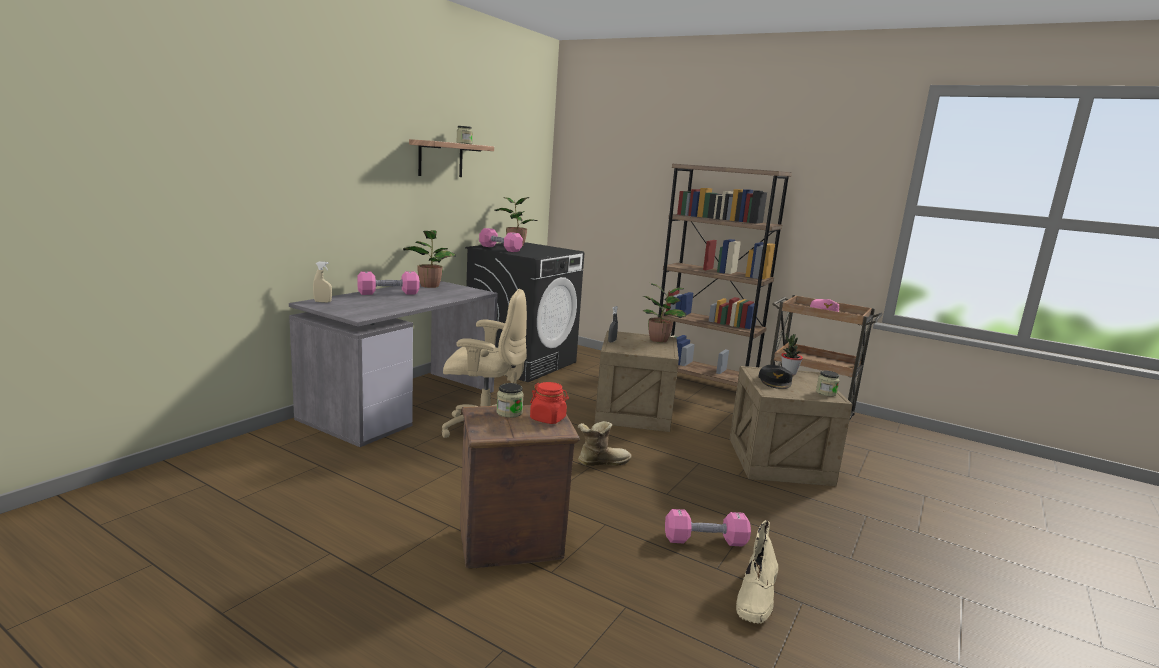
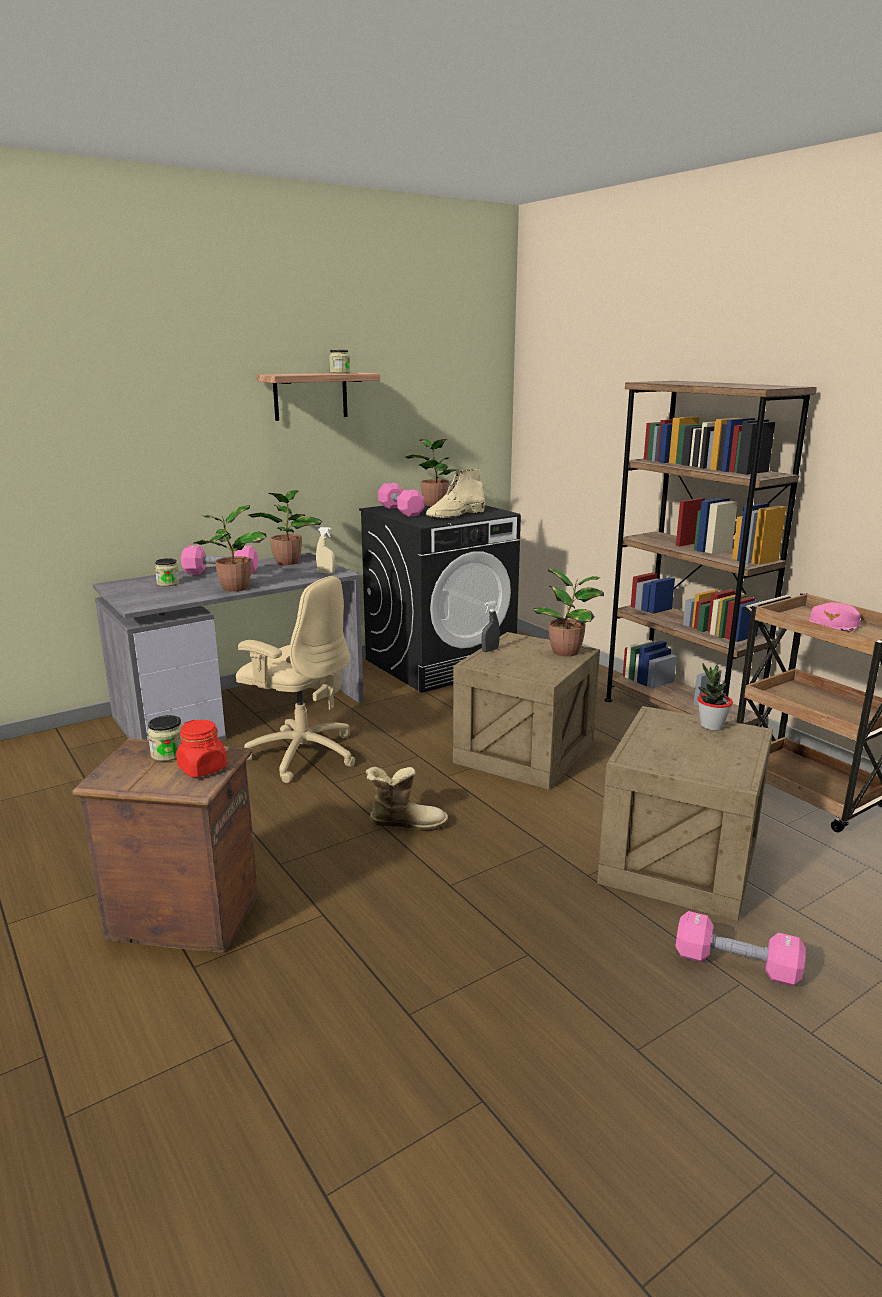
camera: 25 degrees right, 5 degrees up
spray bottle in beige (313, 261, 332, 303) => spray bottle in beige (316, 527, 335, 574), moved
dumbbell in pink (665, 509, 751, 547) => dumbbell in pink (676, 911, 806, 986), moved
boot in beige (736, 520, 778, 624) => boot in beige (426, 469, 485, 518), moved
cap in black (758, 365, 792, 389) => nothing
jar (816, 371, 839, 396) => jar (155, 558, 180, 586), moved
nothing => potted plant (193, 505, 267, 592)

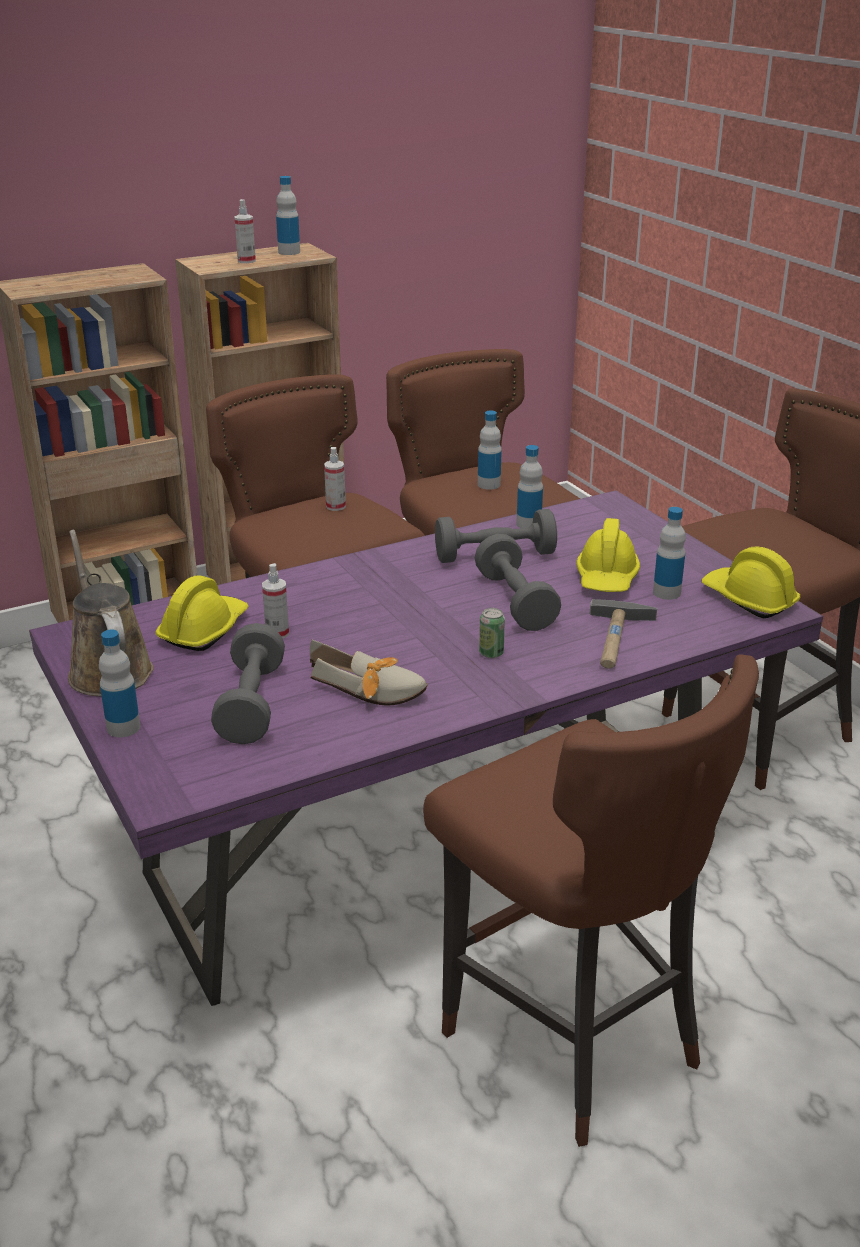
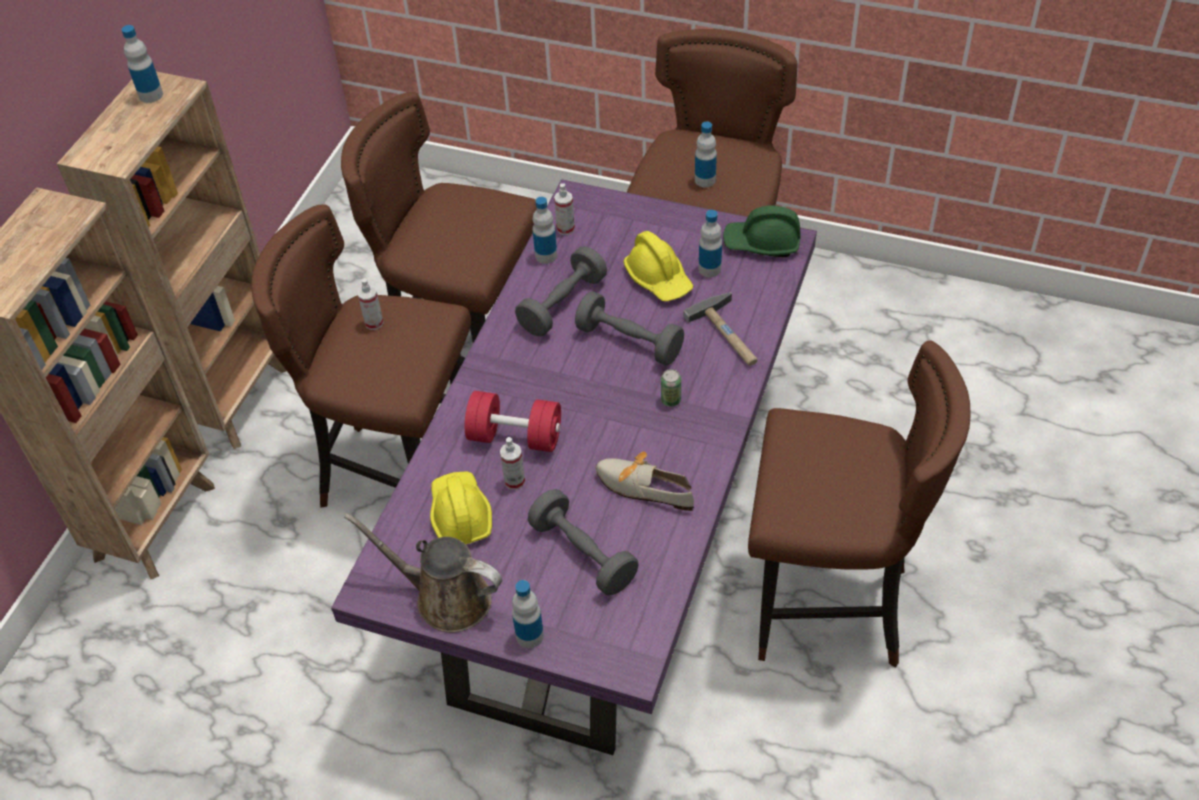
camera: 40 degrees left, 20 degrees up
spray bottle (234, 199, 256, 263) => spray bottle (554, 183, 575, 235), moved
shoe (310, 640, 428, 705) => shoe (595, 451, 694, 511), 135 degrees counterclockwise
bottle (478, 411, 502, 490) => bottle (695, 122, 717, 187), moved
hard hat in yellow (702, 546, 800, 618) => hard hat in green (723, 206, 800, 257)
nothing => dumbbell in red (465, 391, 561, 452)

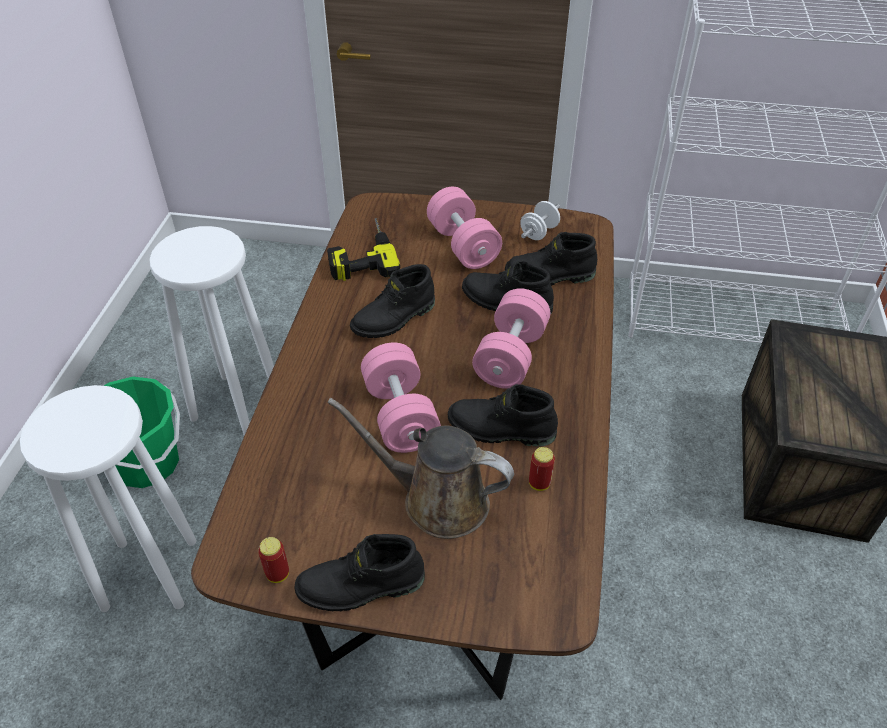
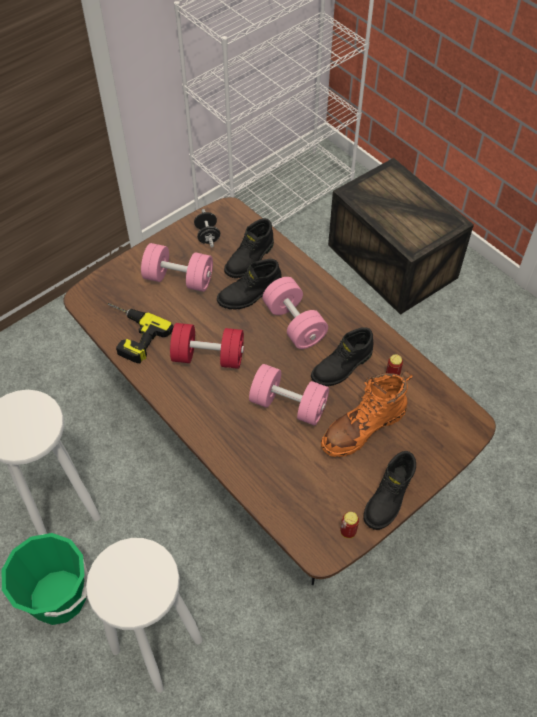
camera: 50 degrees left, 10 degrees up
watering can in brown (327, 398, 514, 539) => boot in orange (321, 371, 413, 457)
boot in black (350, 264, 435, 338) => dumbbell in red (170, 323, 244, 369)
dumbbell in white (520, 201, 560, 240) => dumbbell in black (194, 209, 220, 247)

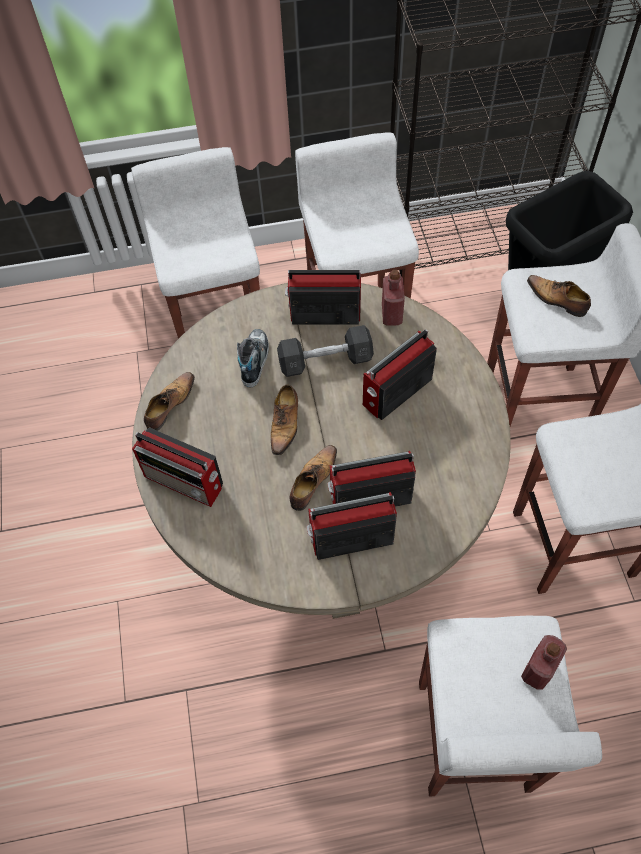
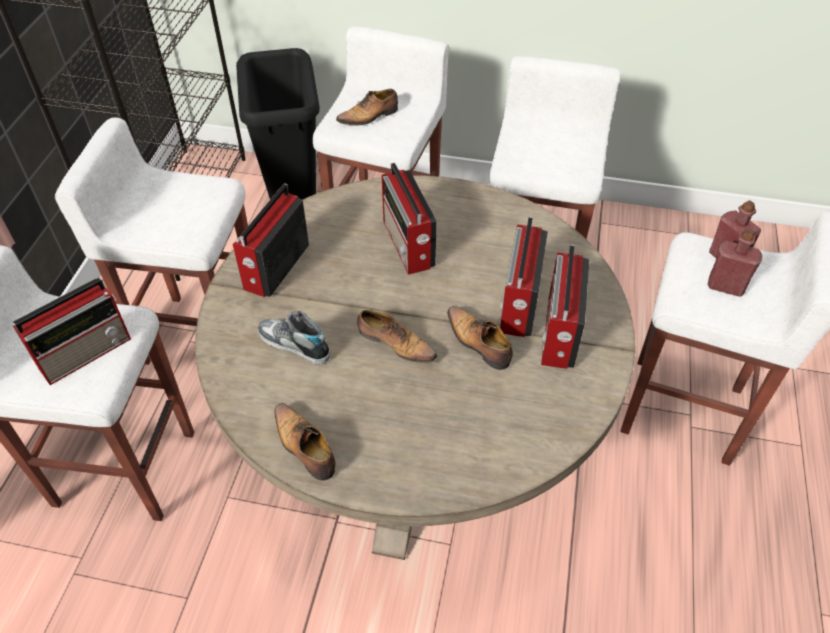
camera: 70 degrees left, 10 degrees down
radio (132, 427, 223, 507) => radio (12, 277, 131, 385), moved
dumbbell in grey (277, 325, 374, 377) => nothing
bottle in red (382, 270, 405, 326) => bottle in red (708, 229, 762, 297), moved

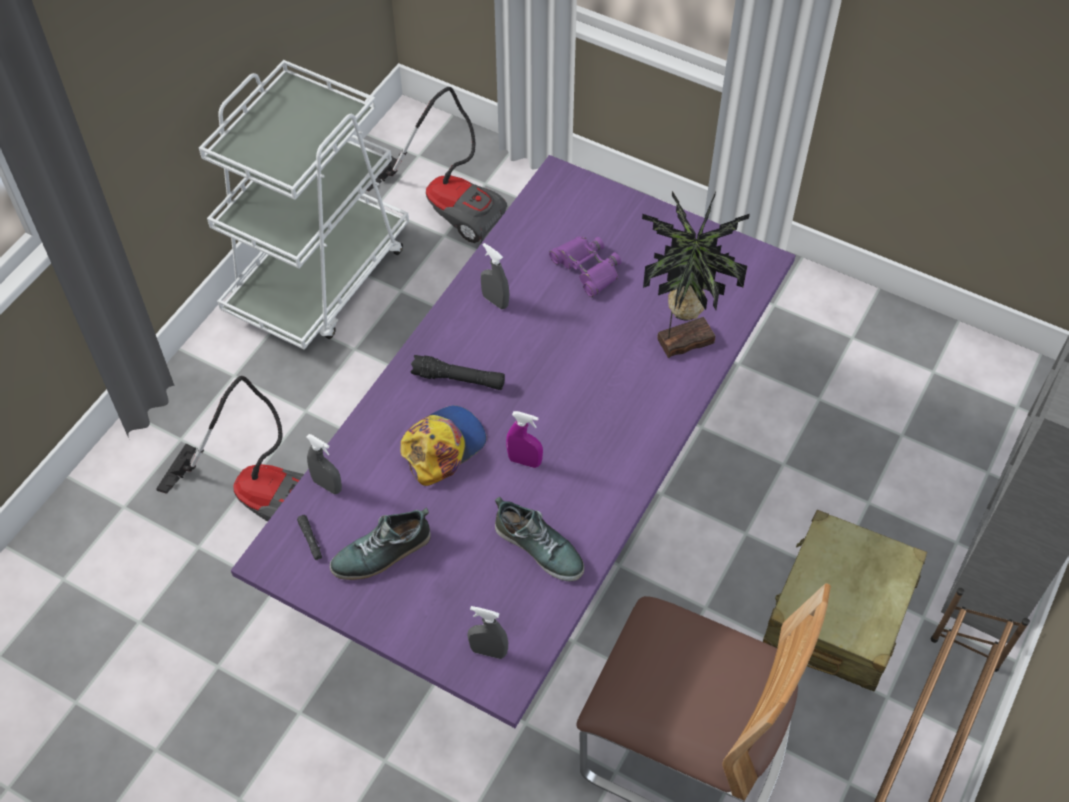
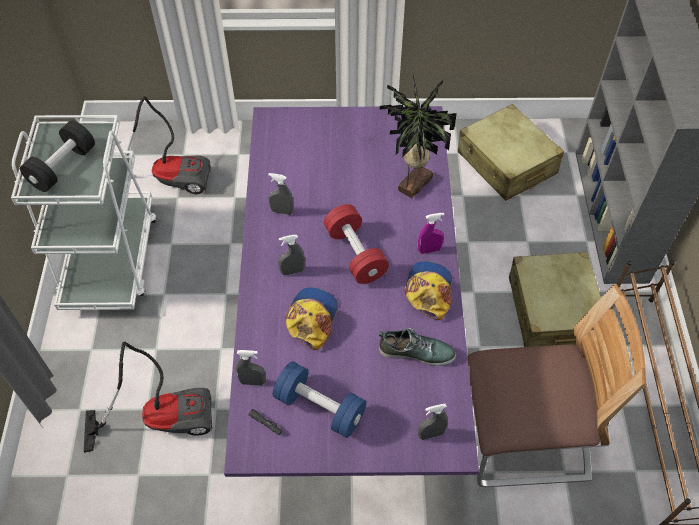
camera: 30 degrees left, 0 degrees up
shoe (330, 508, 431, 580) => dumbbell in blue (273, 361, 367, 438)
flashlight in black (410, 355, 505, 390) => spray bottle in grey (278, 235, 305, 275)
spray bottle in purple (506, 411, 543, 468) => spray bottle in purple (418, 213, 445, 254), moved
binoculars in purple (549, 236, 621, 297) => nothing
nothing => dumbbell in black (20, 120, 95, 192)
nothing => dumbbell in red (324, 204, 389, 284)
nothing => cap (404, 261, 452, 320)
nothing => suitcase in beige (458, 104, 564, 201)

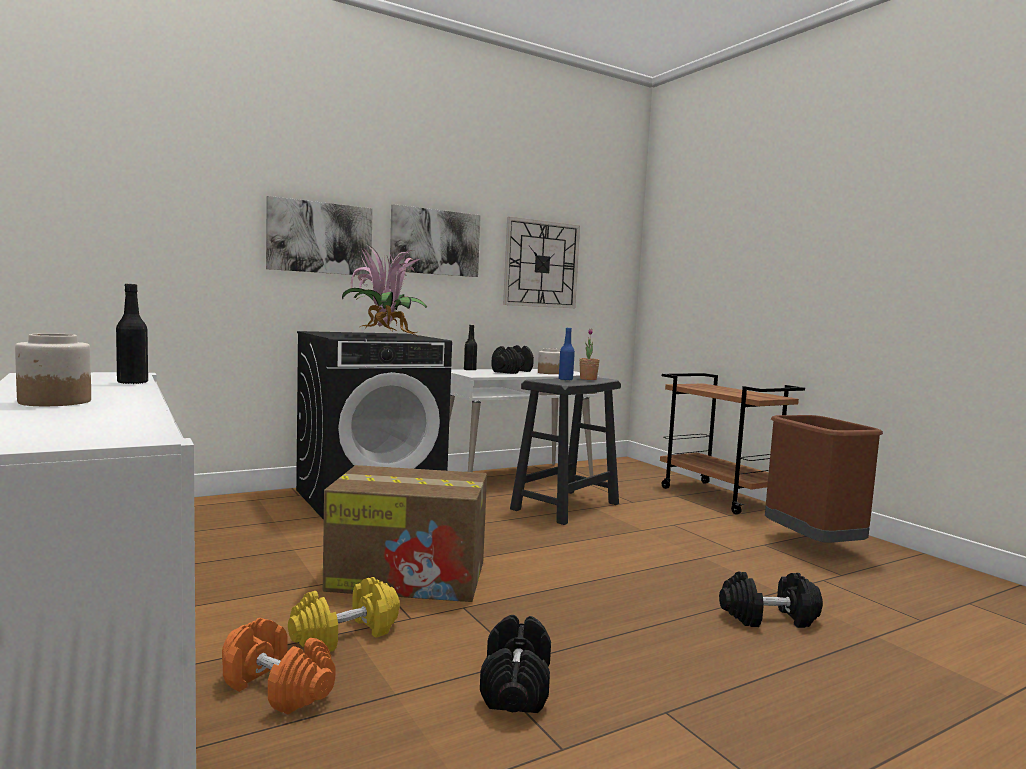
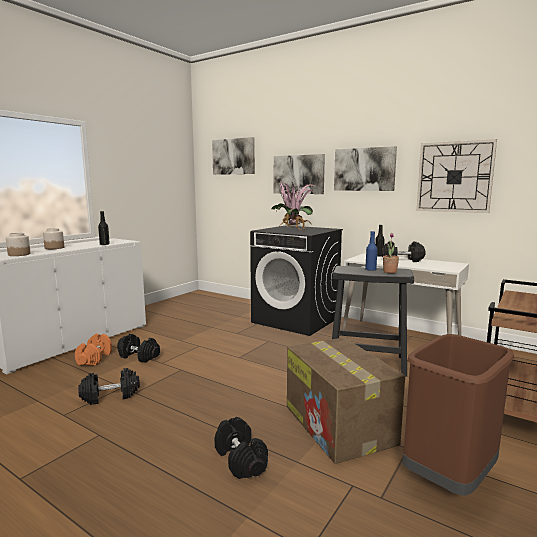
camera: 65 degrees right, 5 degrees up
dumbbell in yellow (288, 577, 400, 652) => dumbbell in black (117, 334, 160, 363)
cardboard box (323, 465, 487, 602) => cardboard box (287, 338, 405, 464), moved
jar (538, 348, 560, 374) => jar (6, 233, 30, 256), moved
nothing => picture (212, 137, 255, 175)

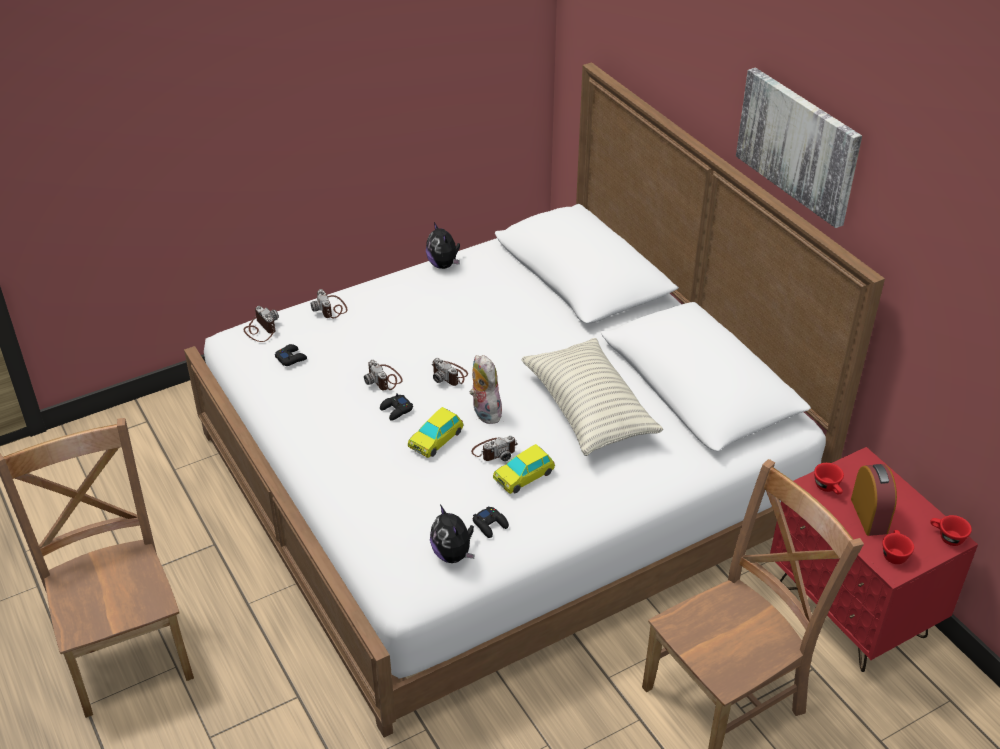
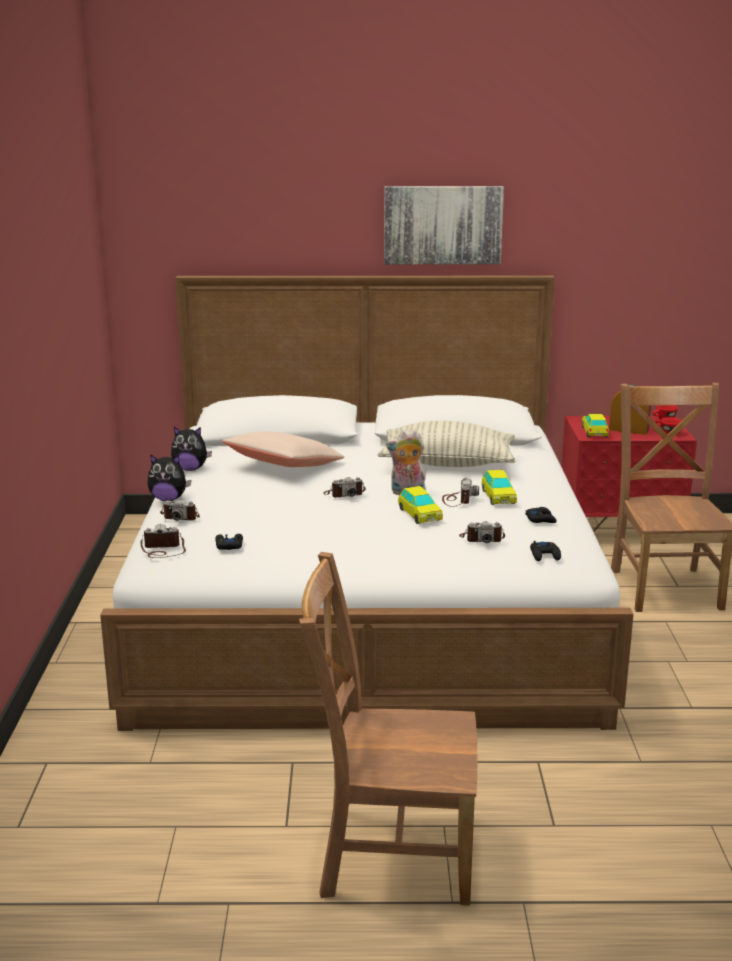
camera: 60 degrees left, 20 degrees down
photo camera (364, 360, 403, 390) => photo camera (459, 521, 505, 543), moved
game controller in black (380, 393, 413, 421) => game controller in black (530, 541, 561, 561), moved
plush toy (430, 505, 474, 563) => plush toy (148, 454, 191, 501), moved
cup in red (814, 463, 844, 494) => toy car (582, 414, 609, 437)
nothing => pillow in beige (222, 432, 344, 467)

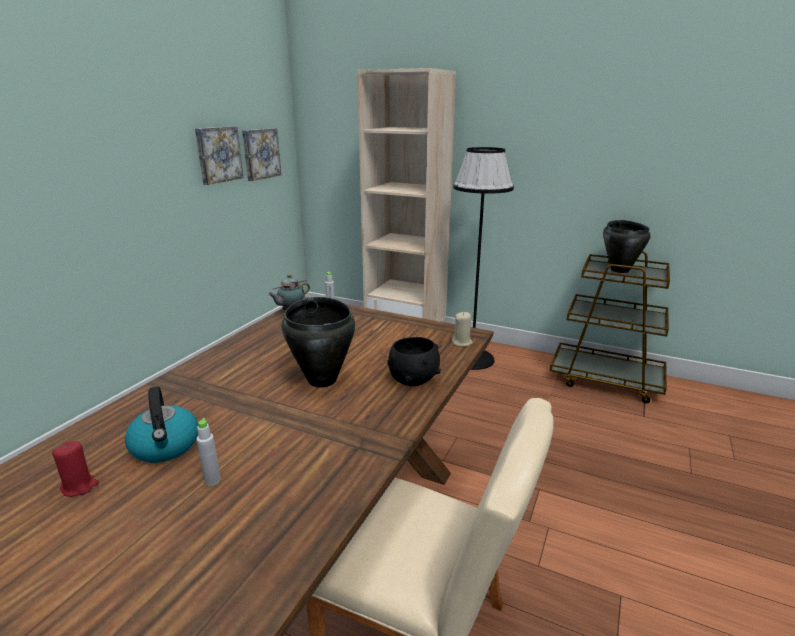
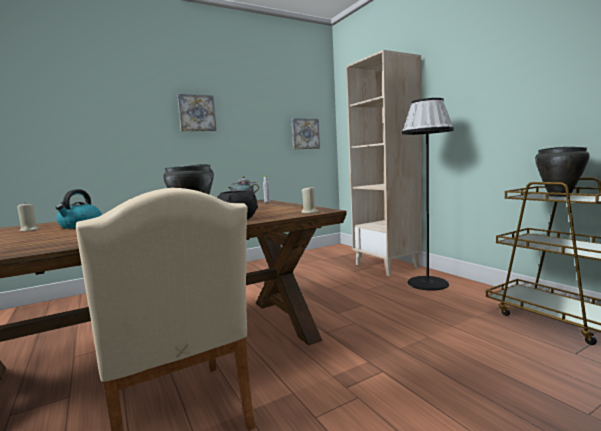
camera: 35 degrees right, 15 degrees down
candle in red (52, 441, 99, 497) => candle in beige (17, 203, 39, 231)
picture (195, 126, 243, 185) => picture (177, 94, 216, 131), moved
bottle in grey (197, 418, 221, 486) => nothing

